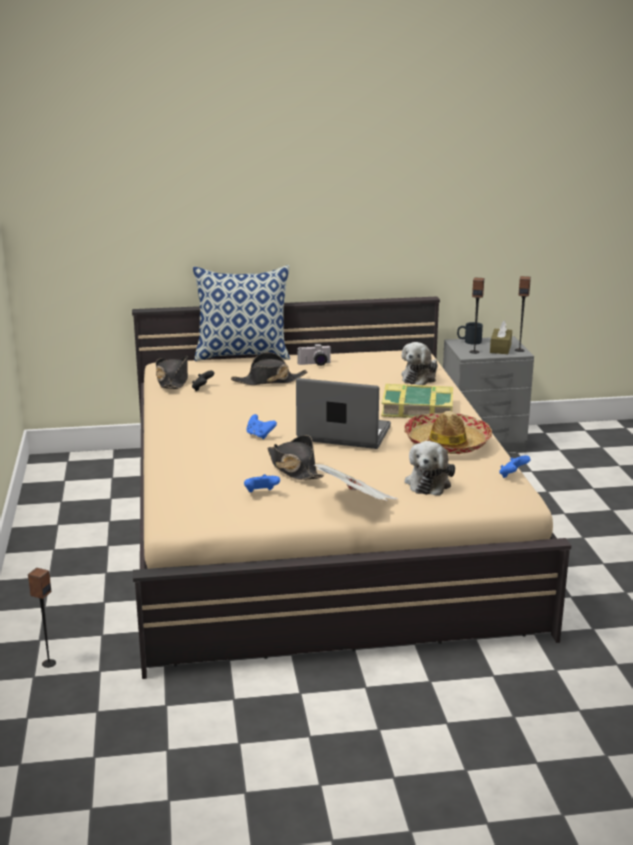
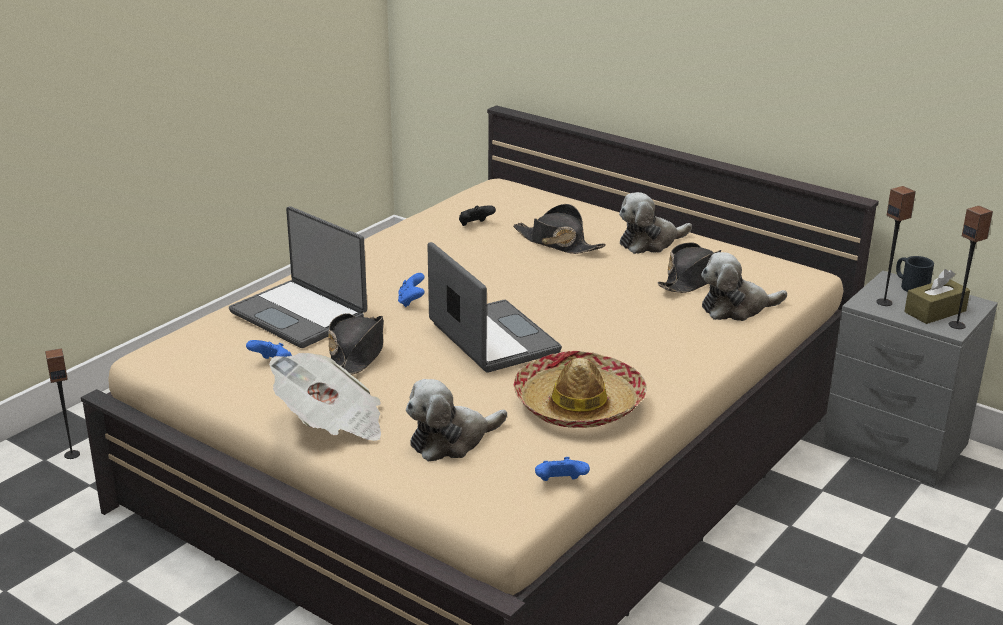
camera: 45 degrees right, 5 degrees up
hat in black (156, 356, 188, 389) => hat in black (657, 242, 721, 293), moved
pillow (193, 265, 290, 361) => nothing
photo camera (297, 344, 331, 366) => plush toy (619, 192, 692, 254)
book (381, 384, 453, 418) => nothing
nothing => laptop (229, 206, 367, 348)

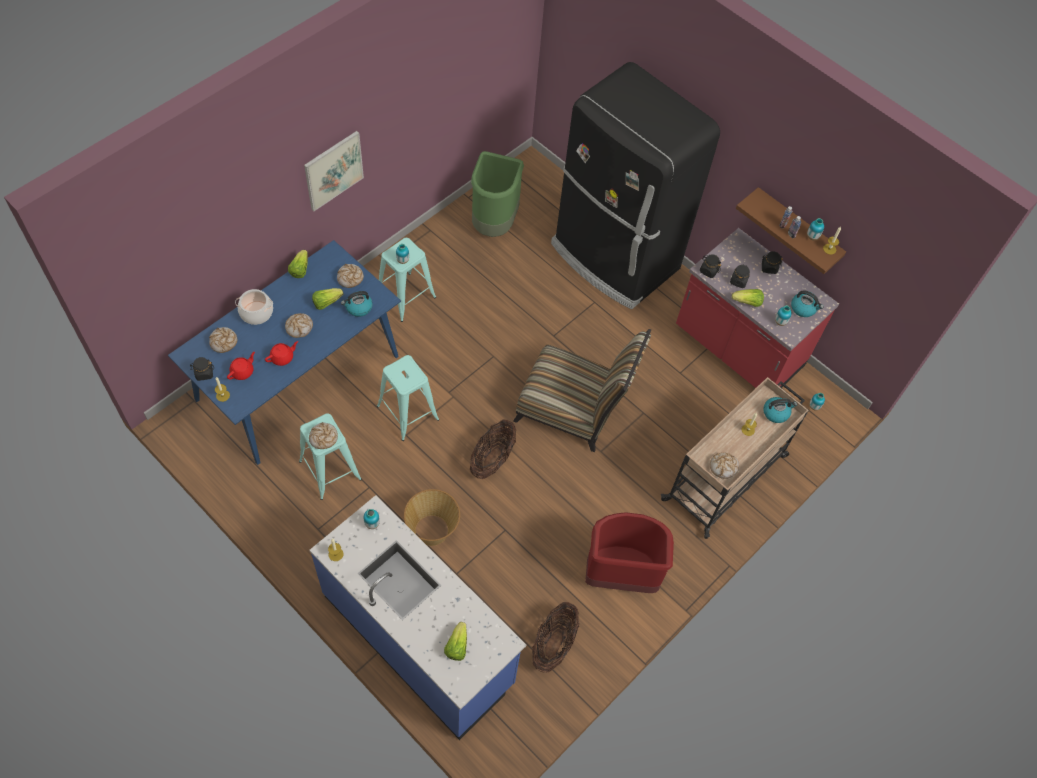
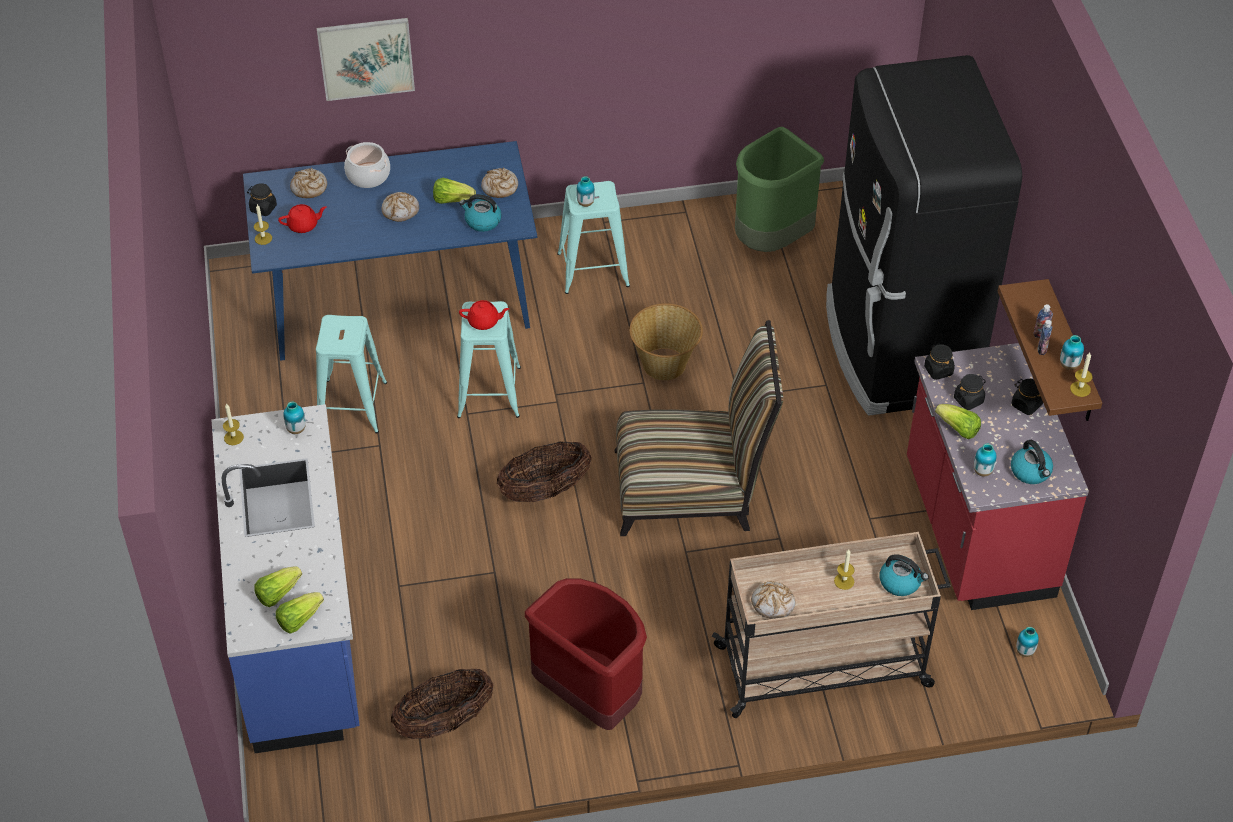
camera: 40 degrees right, 10 degrees down
teapot in red (265, 341, 298, 366) => teapot in red (459, 300, 509, 330), moved
lettuce (288, 250, 308, 278) => lettuce (276, 592, 324, 634), moved
picture (304, 131, 364, 211) => picture (317, 18, 415, 101), moved
bread (309, 422, 338, 449) => nothing
basket (404, 489, 460, 546) => basket (629, 303, 703, 380), moved
chair (514, 329, 651, 452) => chair (615, 320, 783, 536), 60 degrees counterclockwise

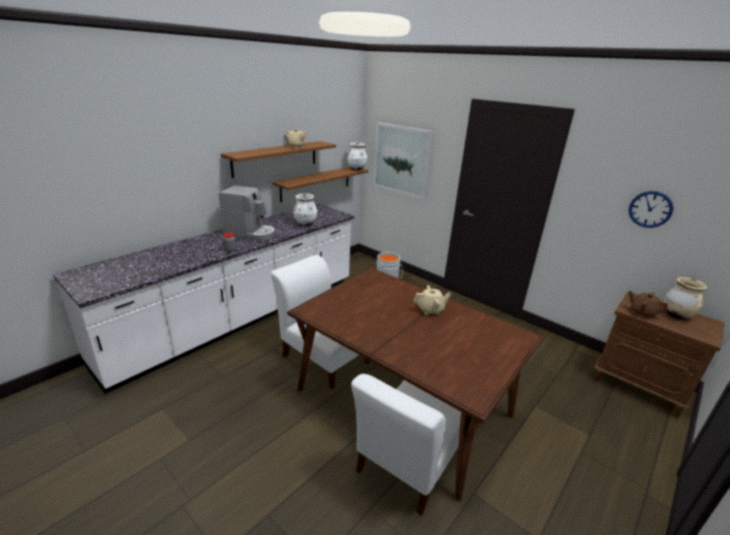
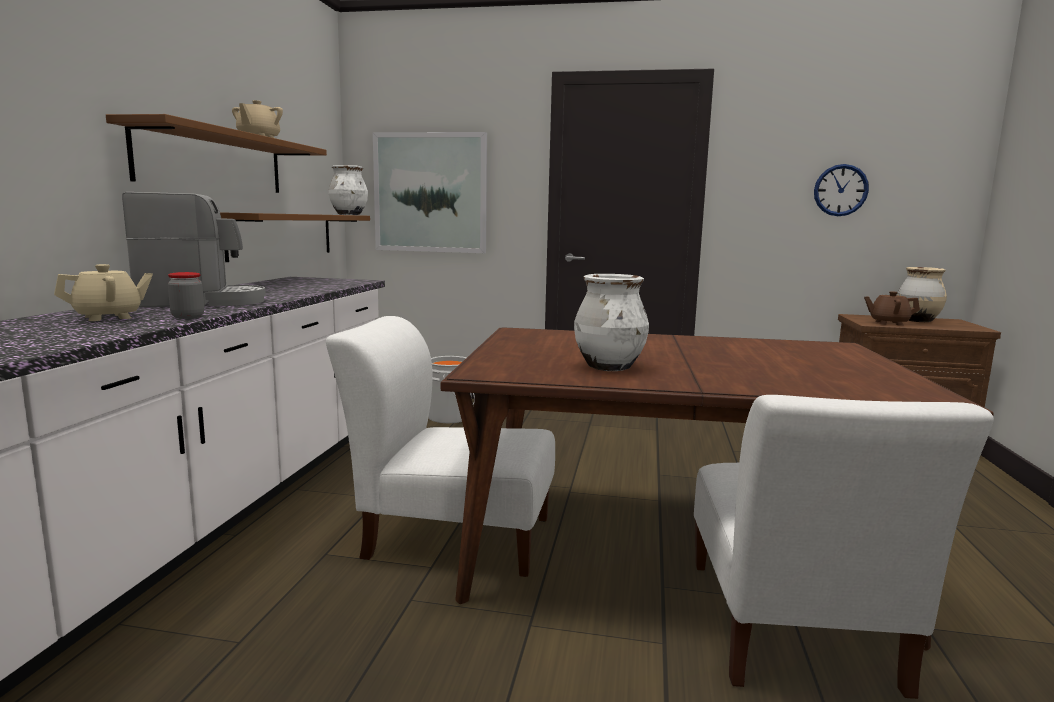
camera: 30 degrees left, 15 degrees down
vase in white (293, 194, 317, 226) => vase in white (574, 274, 649, 371), moved
teapot in beige (414, 285, 451, 315) => teapot in beige (54, 264, 153, 321), moved

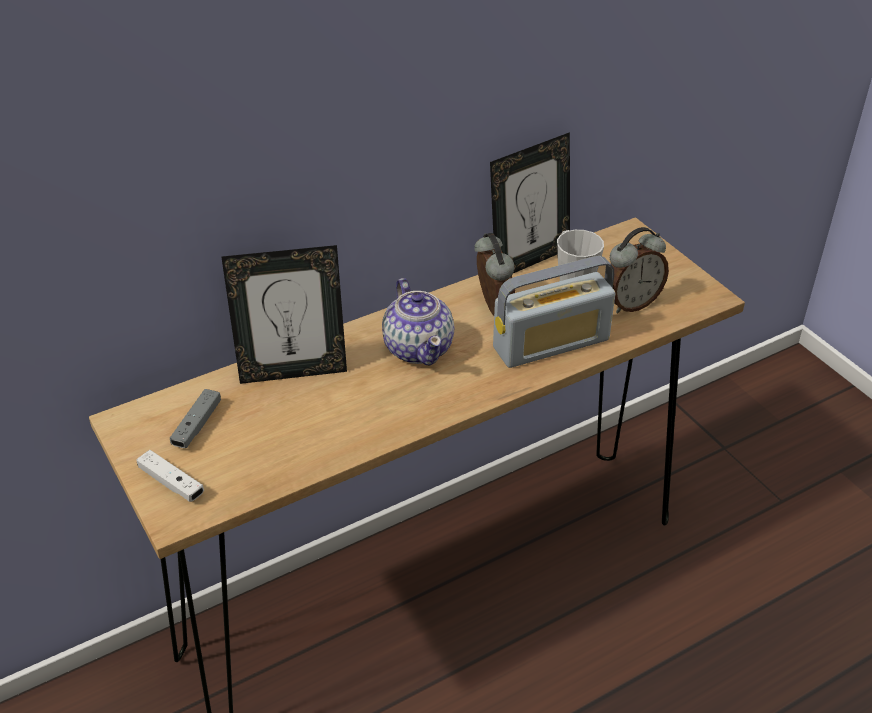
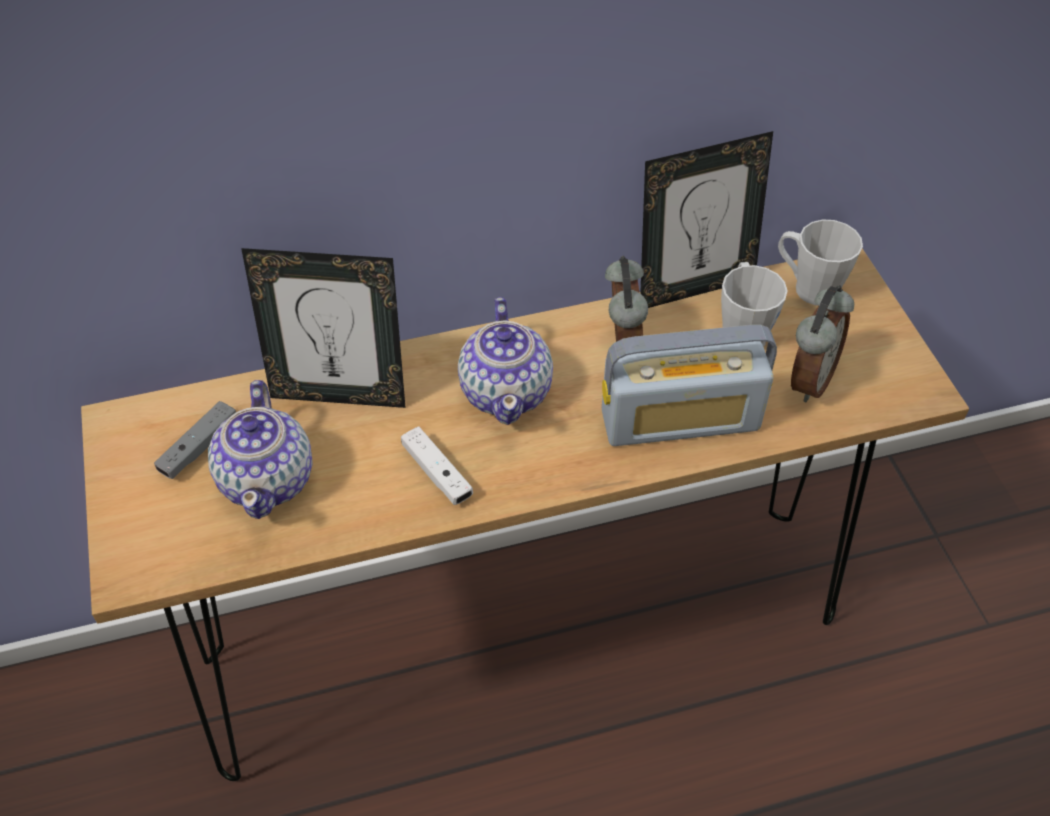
camera: 15 degrees right, 10 degrees up
game controller in white (136, 450, 204, 502) => game controller in white (401, 426, 473, 505), moved
alarm clock (610, 227, 669, 313) => alarm clock (791, 285, 854, 402), 45 degrees counterclockwise
nothing => teapot (208, 380, 312, 519)
nothing => mug in grey (778, 219, 863, 305)

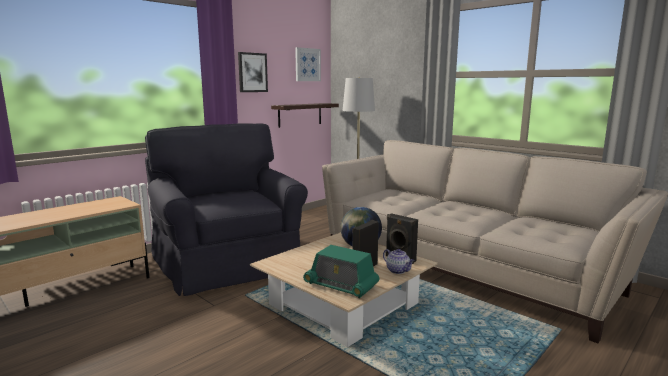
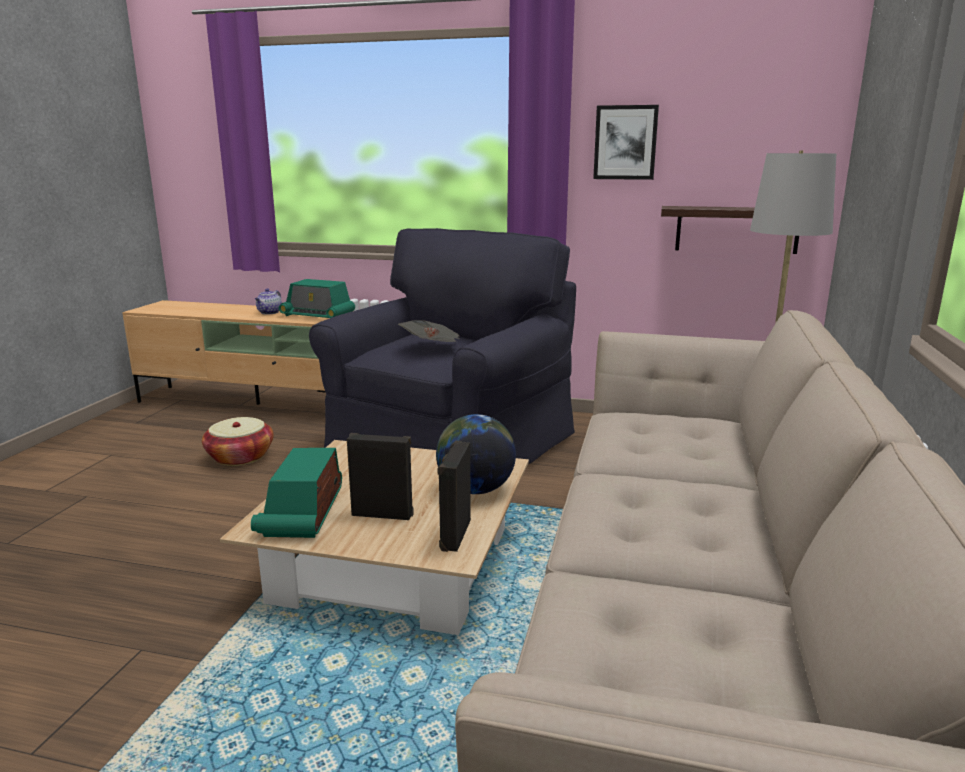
camera: 60 degrees right, 5 degrees up
picture (295, 47, 321, 81) => nothing
teapot (383, 249, 415, 274) => teapot (255, 288, 282, 314), moved
nothing => basket (202, 417, 274, 466)
nothing => radio (279, 279, 355, 318)
nothing => newspaper (398, 320, 460, 342)

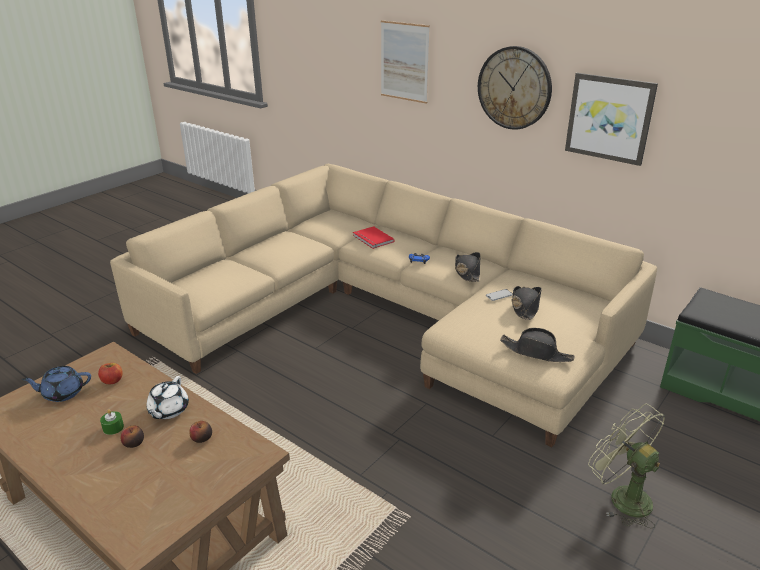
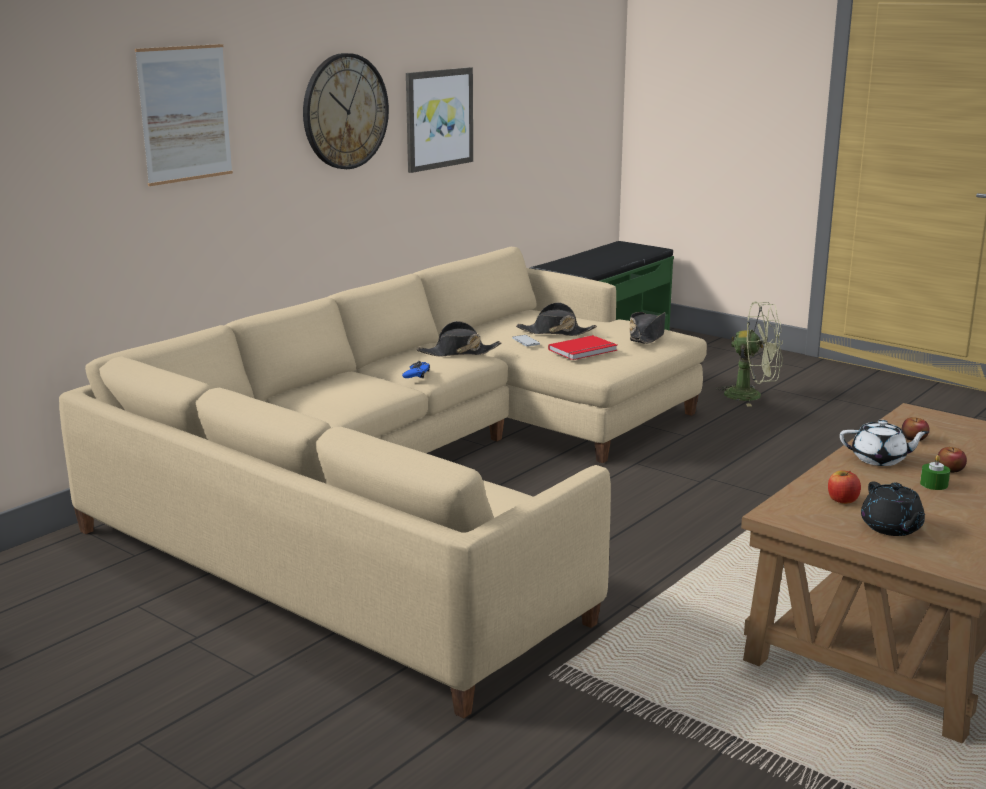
camera: 90 degrees left, 10 degrees down
teapot in blue (22, 366, 91, 402) => teapot in black (861, 481, 925, 536)
book in red (353, 226, 395, 249) => book in red (548, 335, 617, 360), moved
fan in green (588, 404, 665, 528) => fan in green (716, 302, 783, 407), 120 degrees counterclockwise

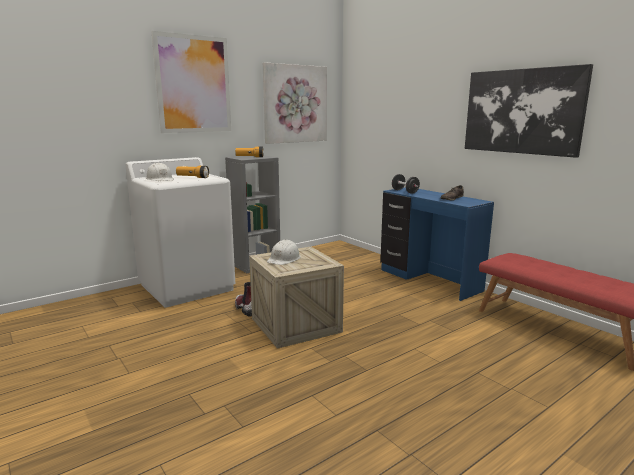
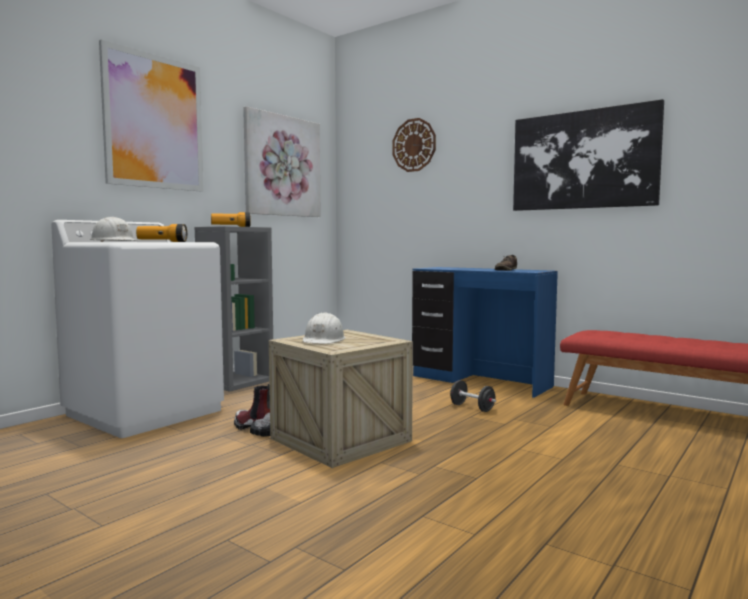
camera: 15 degrees left, 10 degrees down
dumbbell in black (392, 174, 420, 194) => dumbbell in black (450, 380, 496, 412), moved
nothing => wall clock (392, 118, 436, 172)

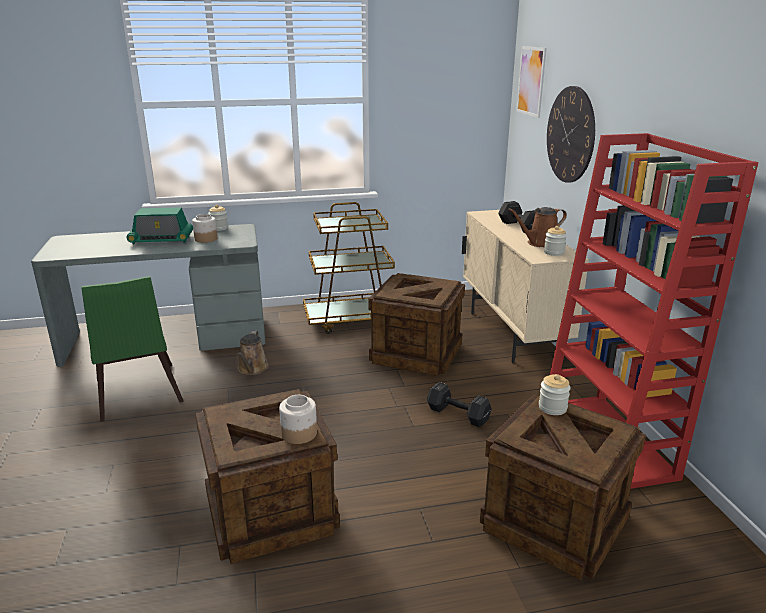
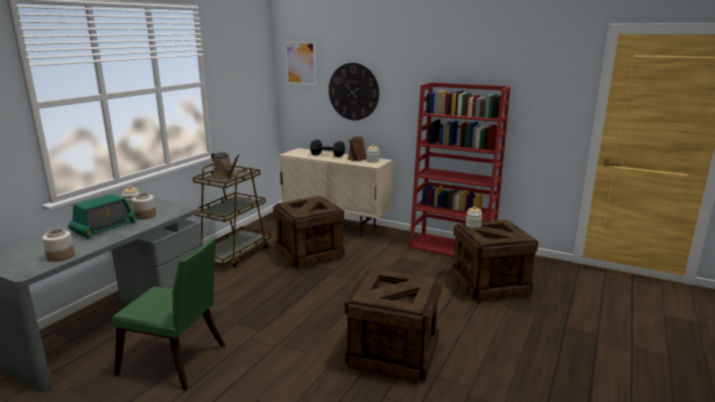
camera: 50 degrees left, 5 degrees down
watering can in brown (238, 331, 269, 375) => watering can in brown (211, 152, 240, 180), moved
jar (279, 395, 317, 444) => jar (42, 229, 75, 262), moved
dumbbell in black (427, 382, 492, 427) => nothing

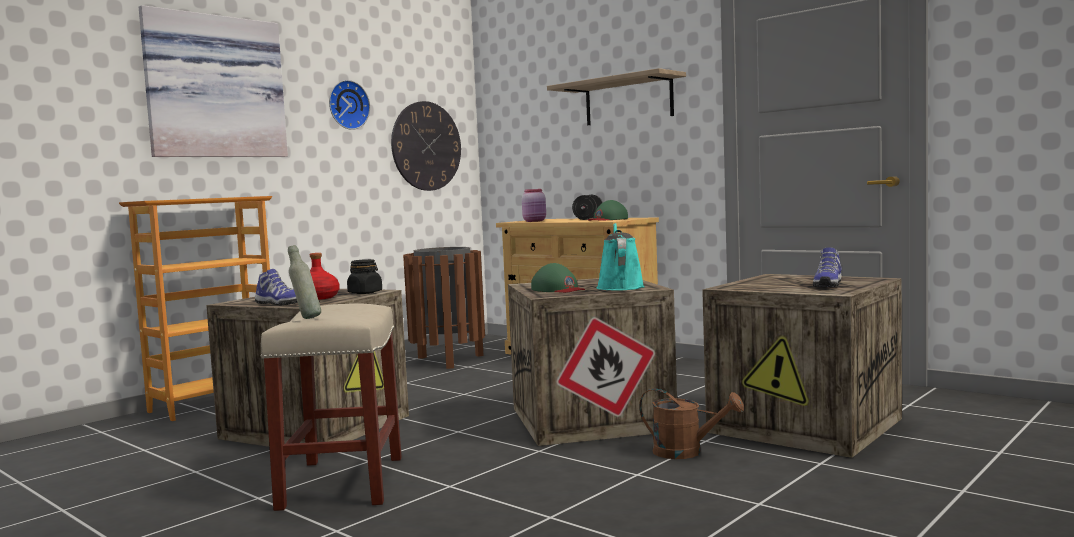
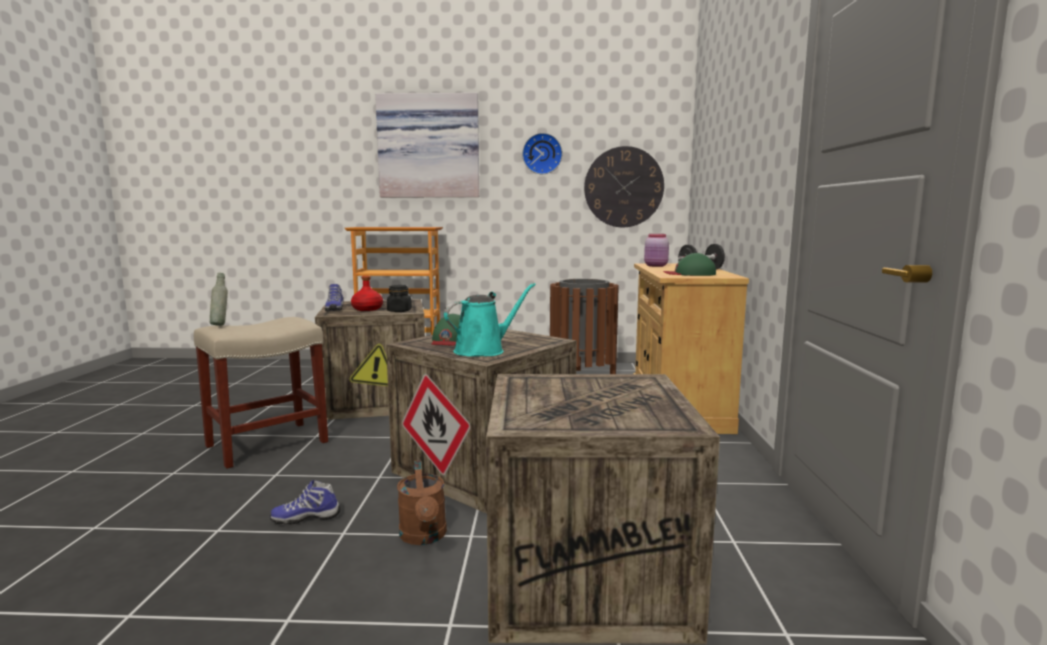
camera: 50 degrees right, 5 degrees up
shelf (547, 68, 686, 125) => nothing
shoe (813, 247, 842, 287) => shoe (270, 480, 340, 525), moved

